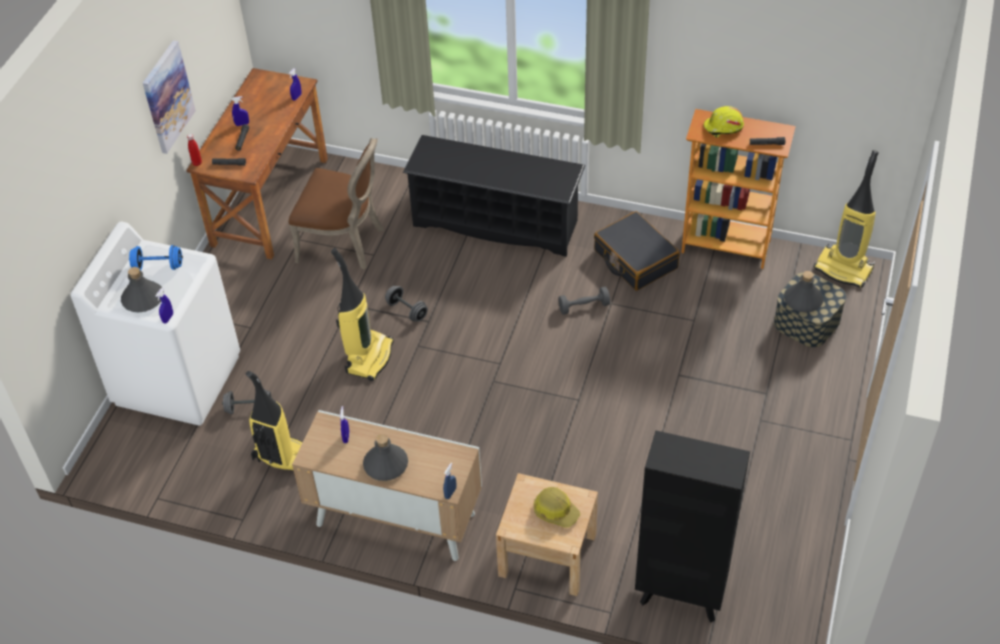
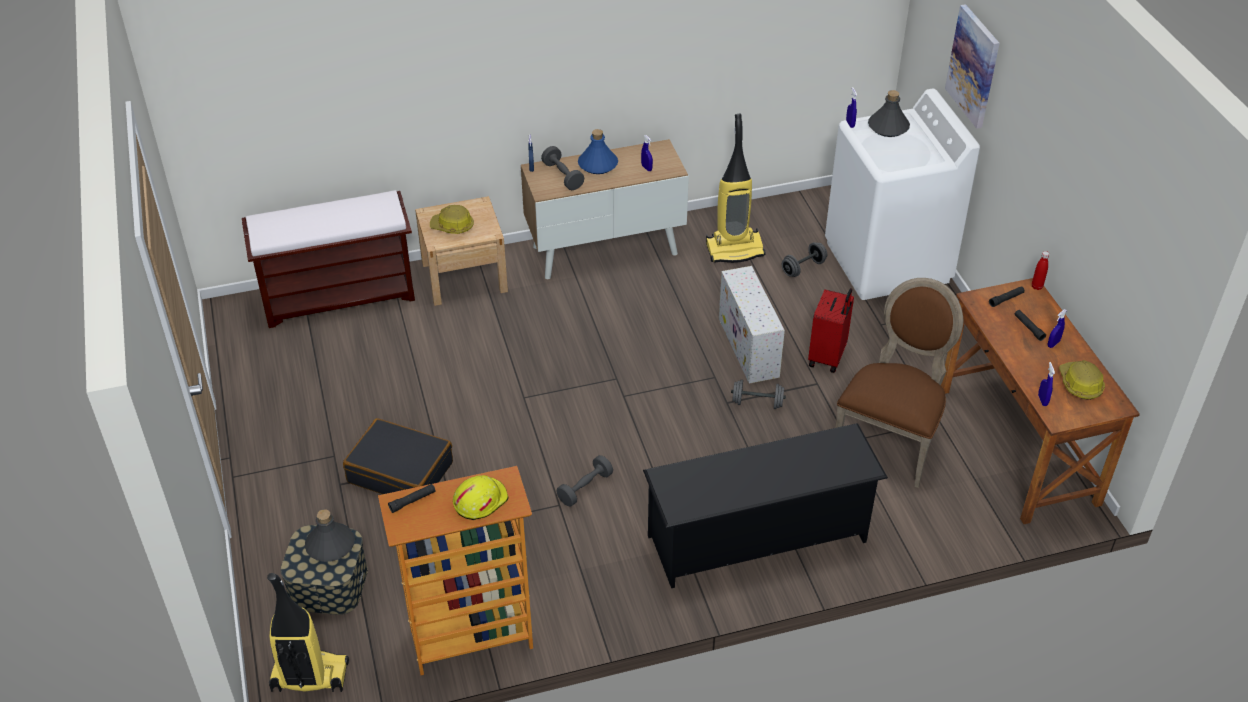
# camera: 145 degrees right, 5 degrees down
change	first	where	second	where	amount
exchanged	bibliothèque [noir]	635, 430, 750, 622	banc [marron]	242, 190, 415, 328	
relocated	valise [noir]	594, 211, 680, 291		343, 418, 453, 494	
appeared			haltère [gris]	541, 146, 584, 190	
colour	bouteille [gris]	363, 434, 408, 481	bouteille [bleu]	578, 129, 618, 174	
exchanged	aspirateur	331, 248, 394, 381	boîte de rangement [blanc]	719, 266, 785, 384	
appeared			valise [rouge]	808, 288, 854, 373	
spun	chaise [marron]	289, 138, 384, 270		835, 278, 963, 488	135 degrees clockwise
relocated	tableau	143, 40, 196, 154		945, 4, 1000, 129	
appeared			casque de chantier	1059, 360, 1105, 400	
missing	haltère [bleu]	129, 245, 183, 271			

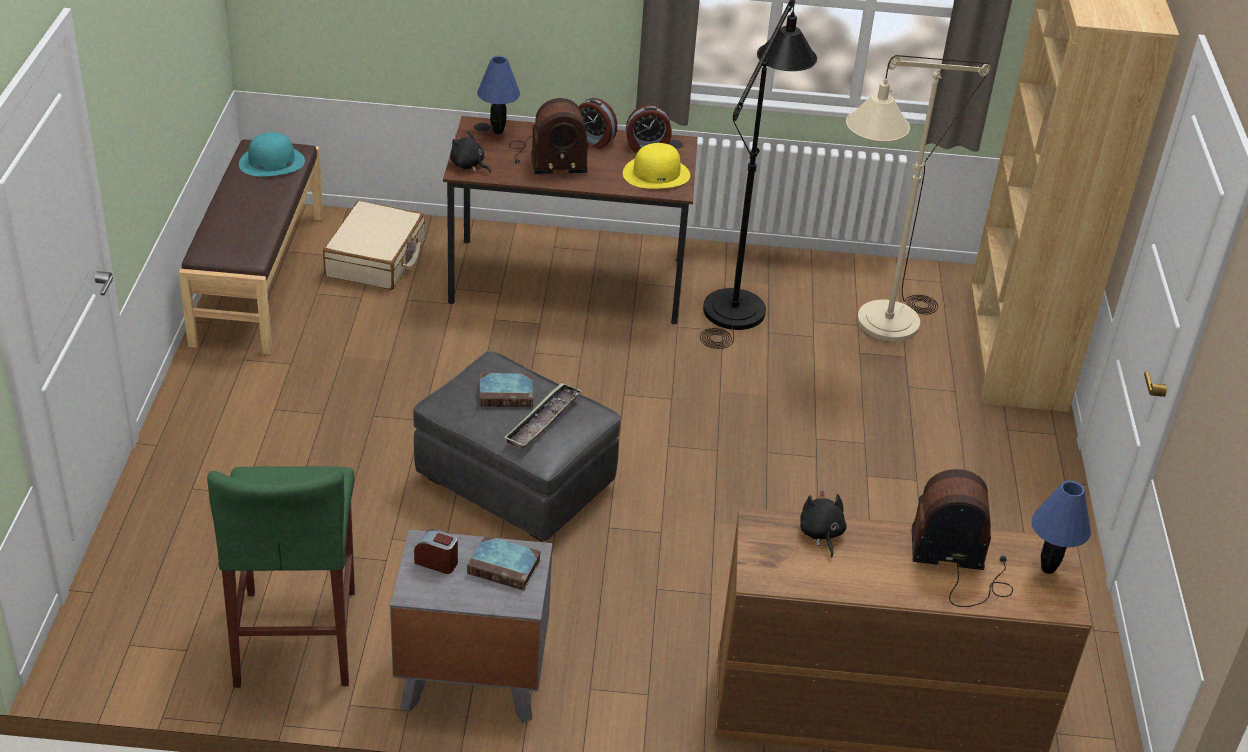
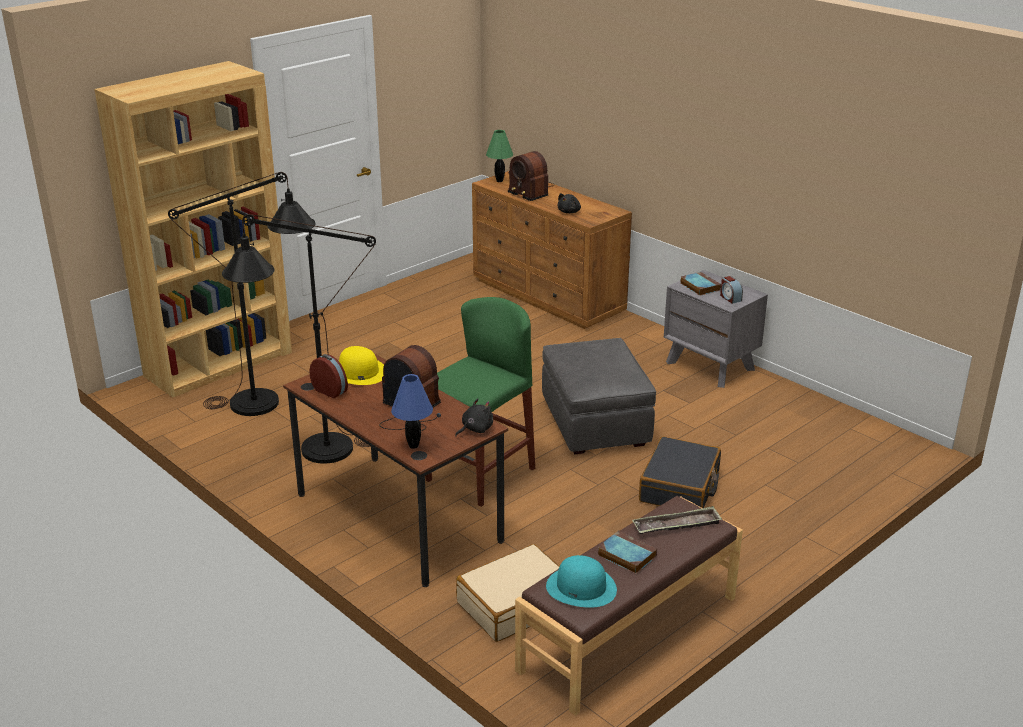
# camera: 135 degrees left, 10 degrees down
change	first	where	second	where	amount
colour	lampadaire [beige]	846, 55, 990, 342	lampadaire [noir]	168, 172, 315, 416	
relocated	tabouret [vert]	207, 467, 355, 688		426, 297, 535, 507	
spun	peluche [noir]	450, 131, 491, 173		455, 398, 493, 436	120 degrees counterclockwise
colour	lampe de table [bleu]	1031, 480, 1091, 574	lampe de table [vert]	486, 130, 513, 182	
relocated	livre	479, 373, 533, 407		598, 531, 657, 574	
relocated	plateau	504, 383, 582, 449		632, 506, 722, 534	
appeared			valise [noir]	639, 436, 721, 508	
missing	réveil	579, 98, 617, 149			

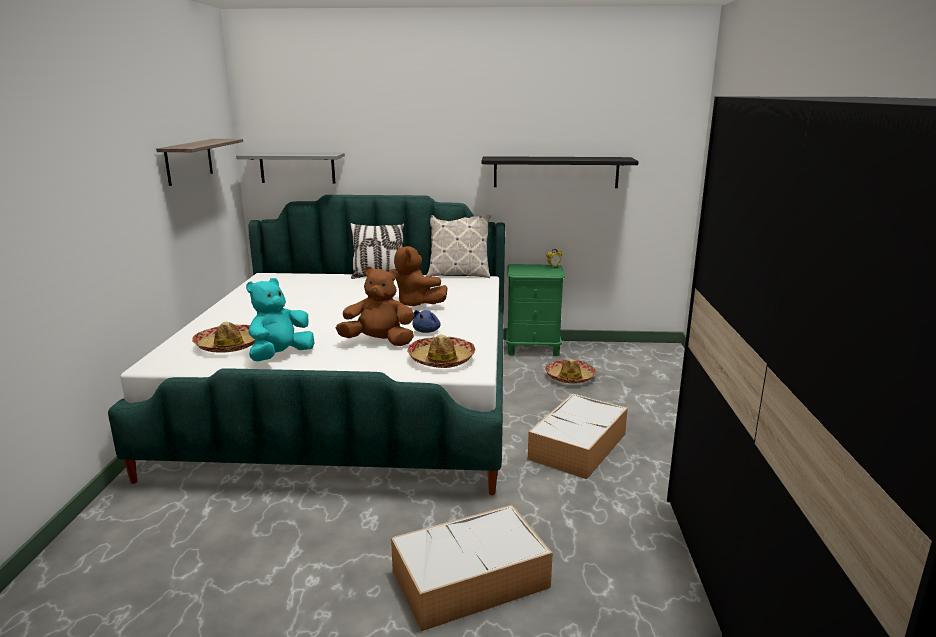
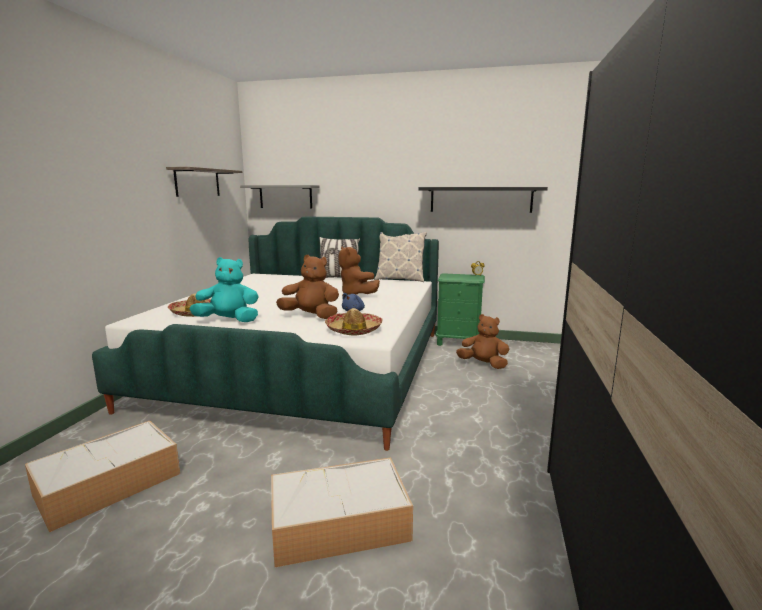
# camera: 10 degrees right, 5 degrees down
change	first	where	second	where	amount
relocated	boîte de rangement	528, 393, 628, 479		25, 420, 180, 533	
spun	peluche [turquoise]	246, 278, 314, 361		189, 257, 259, 322	45 degrees clockwise
exchanged	chapeau	545, 359, 596, 384	peluche [marron]	456, 314, 510, 369	

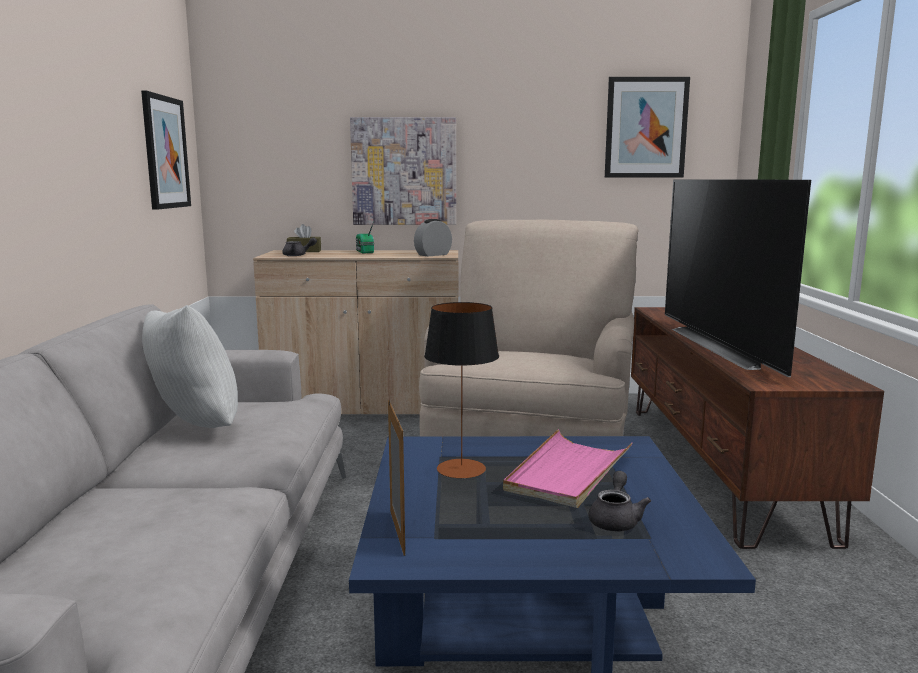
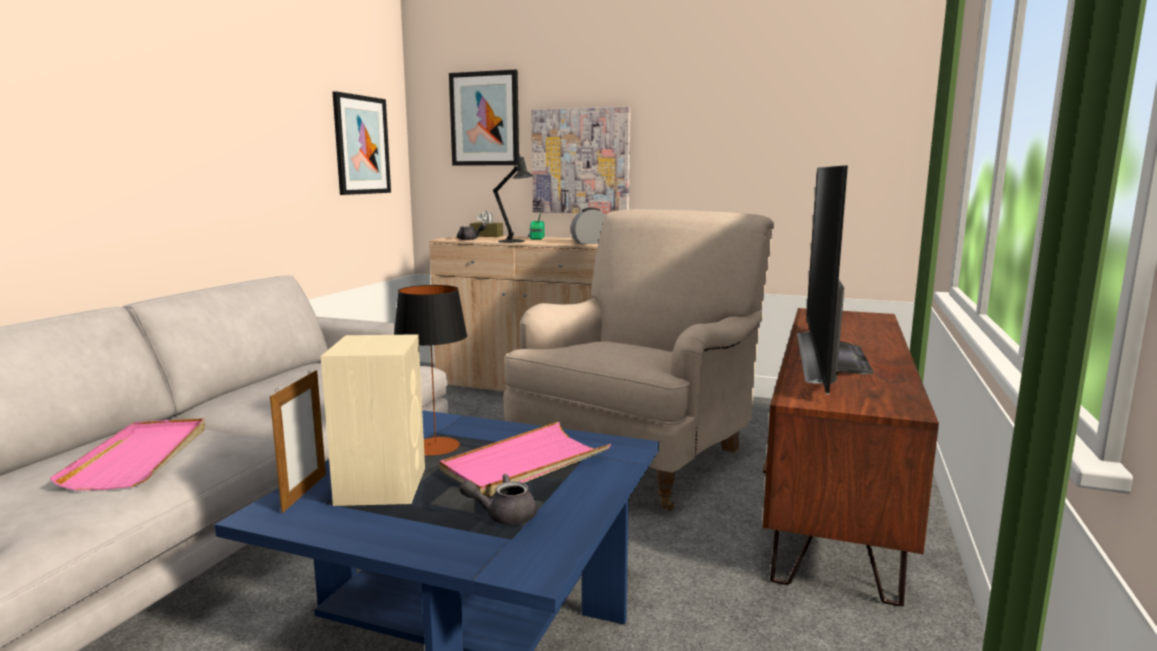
# camera: 20 degrees right, 0 degrees up
change	first	where	second	where	amount
appeared			plateau [rose]	50, 418, 205, 491	
appeared			enceinte [beige]	321, 334, 425, 506	
relocated	tableau	605, 77, 690, 178		449, 70, 519, 165	
spun	théière [gris]	588, 471, 651, 531		460, 474, 537, 525	135 degrees counterclockwise
appeared			lampe de table [noir]	493, 152, 534, 243	
missing	coussin [blanc]	142, 305, 238, 428			

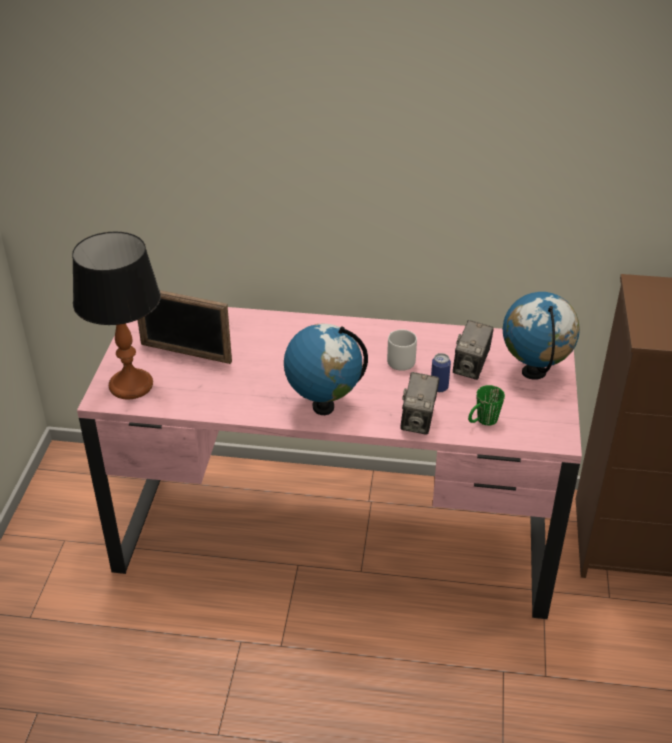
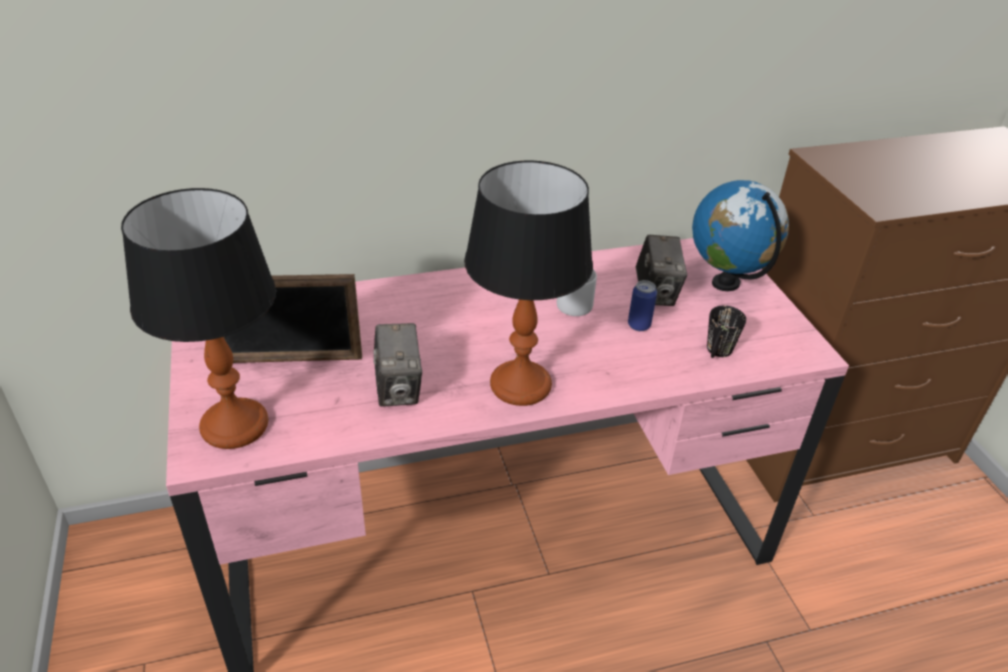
# camera: 25 degrees left, 0 degrees up
change	first	where	second	where	amount
relocated	appareil photo	400, 372, 439, 435		374, 323, 422, 407	
exchanged	globe	284, 324, 368, 415	lampe de table	464, 161, 593, 406	
colour	mug [vert]	468, 385, 505, 426	mug [noir]	707, 306, 746, 358	

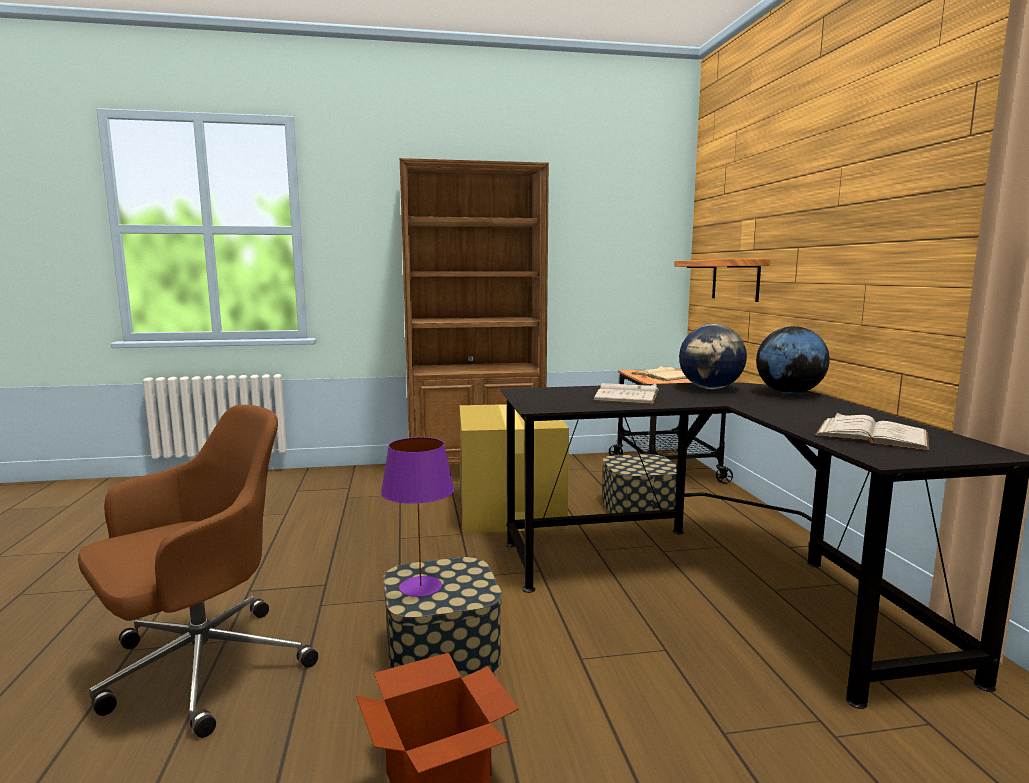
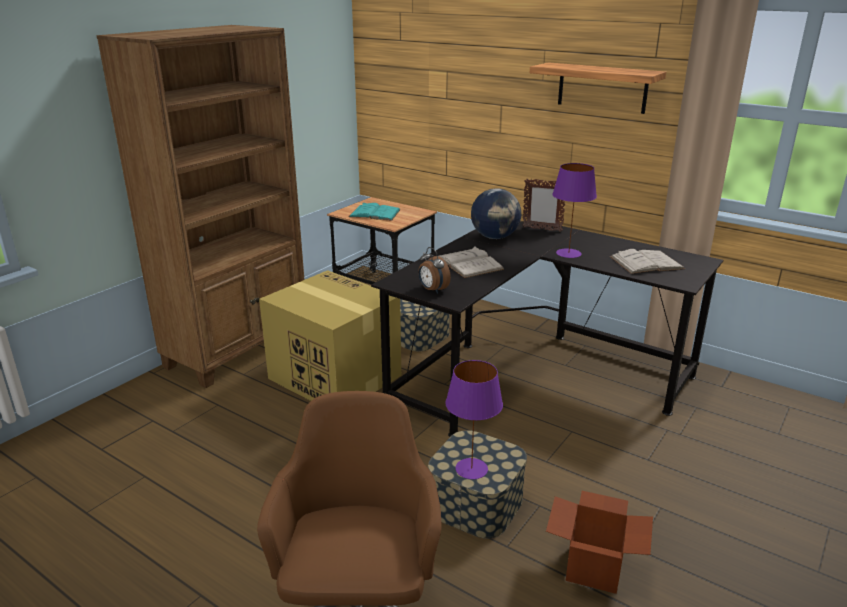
# camera: 45 degrees left, 15 degrees up
change	first	where	second	where	amount
colour	livre [beige]	631, 366, 687, 381	livre [turquoise]	349, 202, 401, 221	
appeared			réveil	418, 247, 451, 294	
exchanged	globe	756, 326, 830, 394	cadre photo	523, 179, 565, 232	
relocated	étagère	674, 259, 770, 302		530, 62, 666, 114	
appeared			lampe de table [violet]	552, 163, 597, 258	

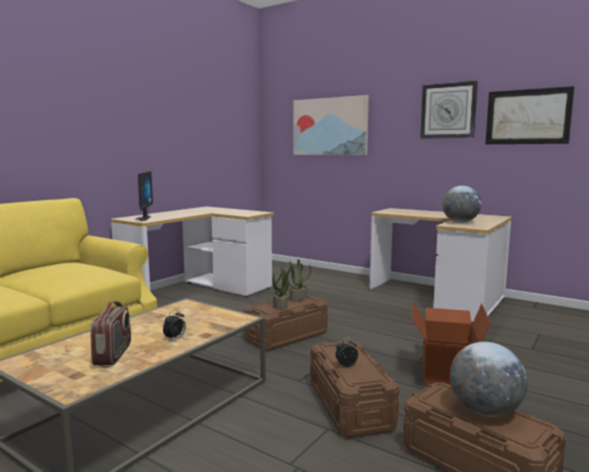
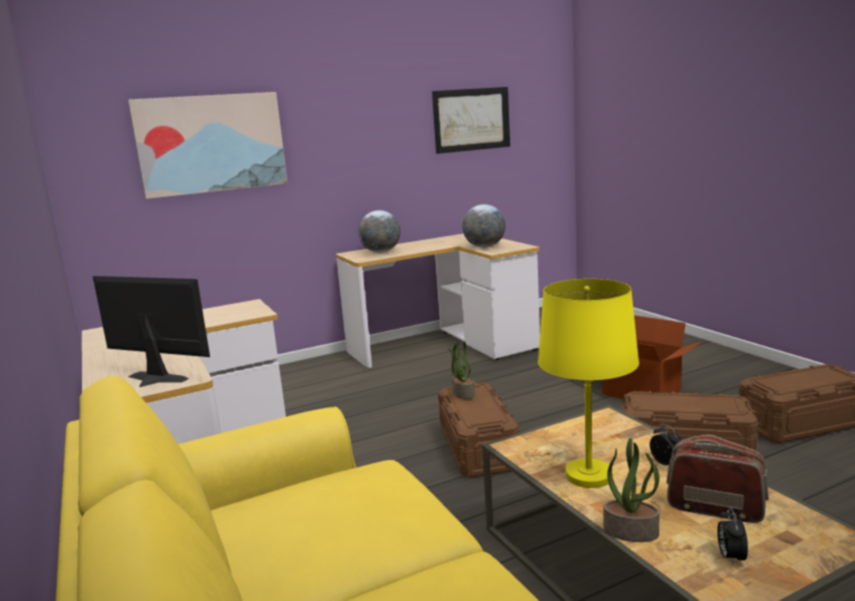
# camera: 60 degrees left, 5 degrees up
change	first	where	second	where	amount
relocated	globe	450, 342, 528, 417		358, 210, 401, 253	
appeared			lampe de table [jaune]	538, 279, 639, 488	
relocated	plante en pot	272, 266, 292, 310		603, 438, 660, 542	
relocated	réveil	336, 338, 358, 367		717, 507, 748, 566	
missing	horloge murale	420, 81, 478, 139			

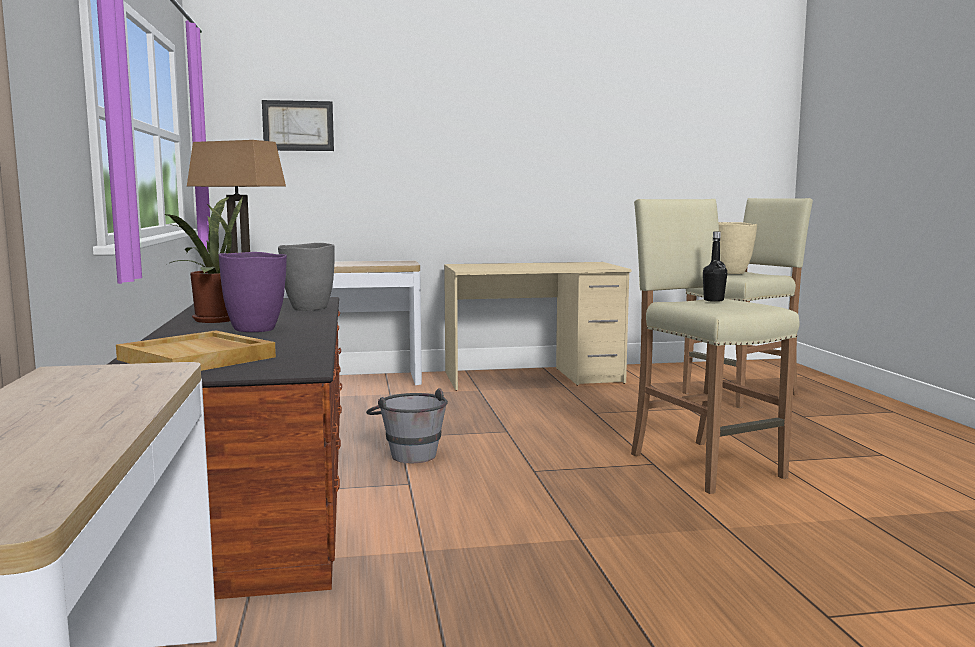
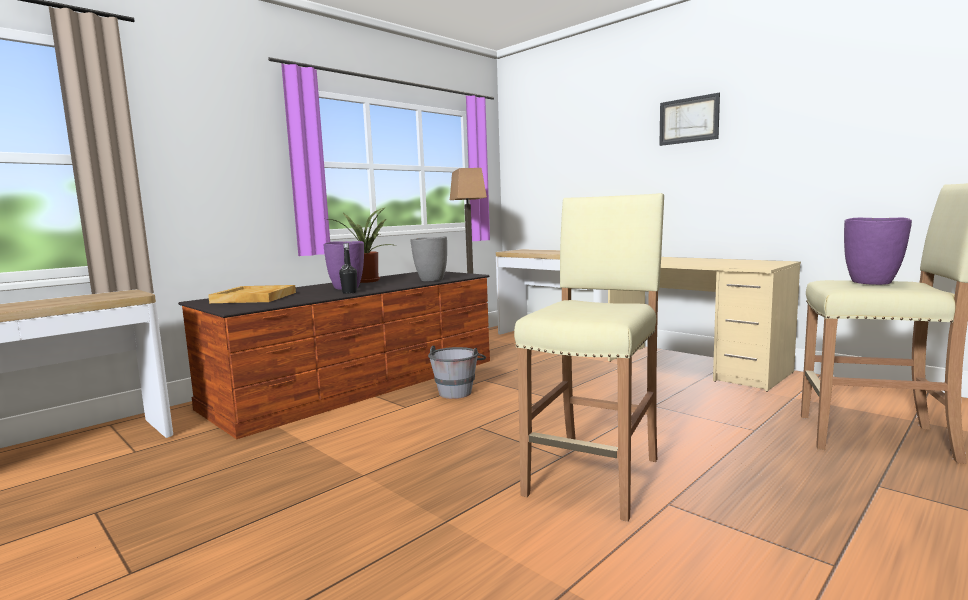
# camera: 55 degrees right, 0 degrees up
change	first	where	second	where	amount
relocated	bouteille [noir]	703, 232, 727, 302		339, 243, 357, 294	
relocated	tableau	262, 100, 334, 151		659, 93, 720, 146	
colour	vase [beige]	718, 222, 757, 274	vase [violet]	844, 218, 912, 285	

